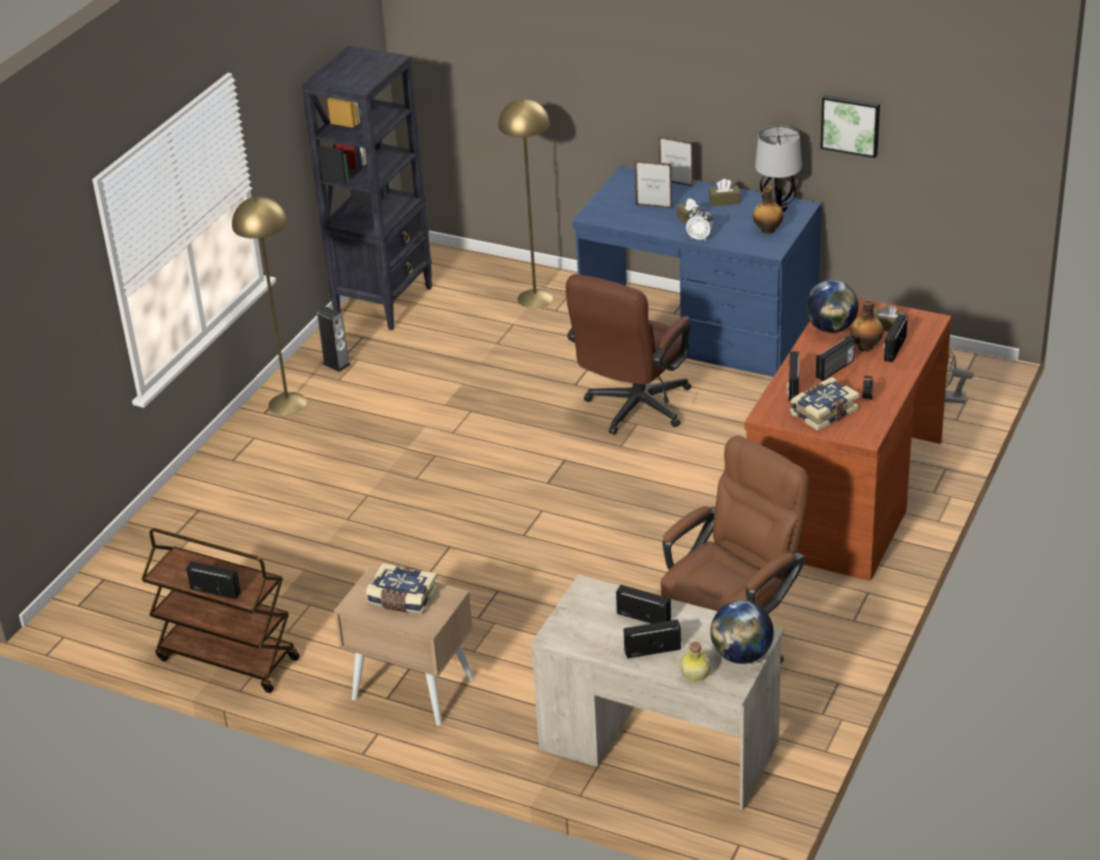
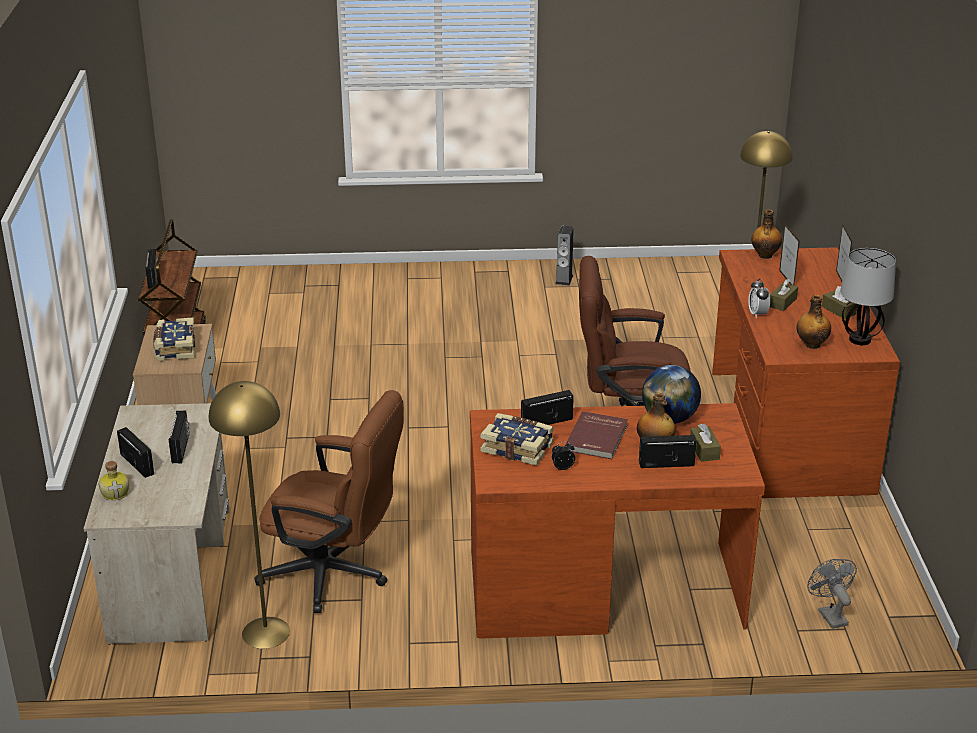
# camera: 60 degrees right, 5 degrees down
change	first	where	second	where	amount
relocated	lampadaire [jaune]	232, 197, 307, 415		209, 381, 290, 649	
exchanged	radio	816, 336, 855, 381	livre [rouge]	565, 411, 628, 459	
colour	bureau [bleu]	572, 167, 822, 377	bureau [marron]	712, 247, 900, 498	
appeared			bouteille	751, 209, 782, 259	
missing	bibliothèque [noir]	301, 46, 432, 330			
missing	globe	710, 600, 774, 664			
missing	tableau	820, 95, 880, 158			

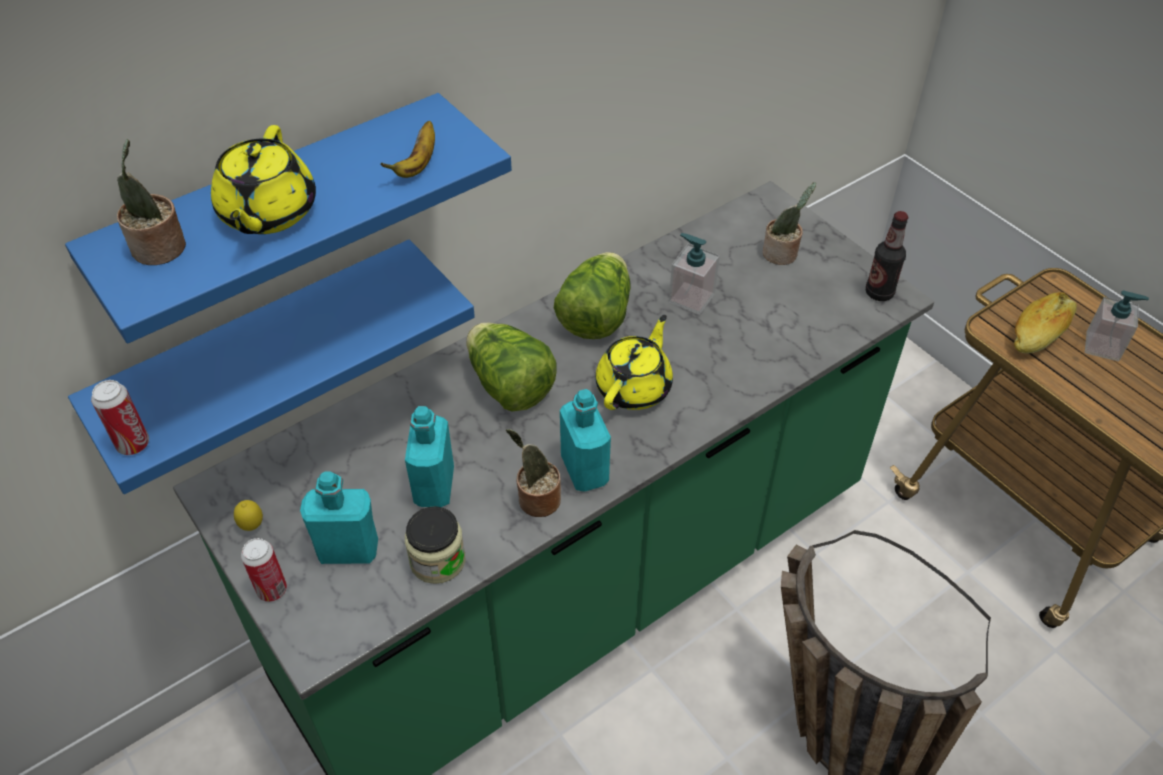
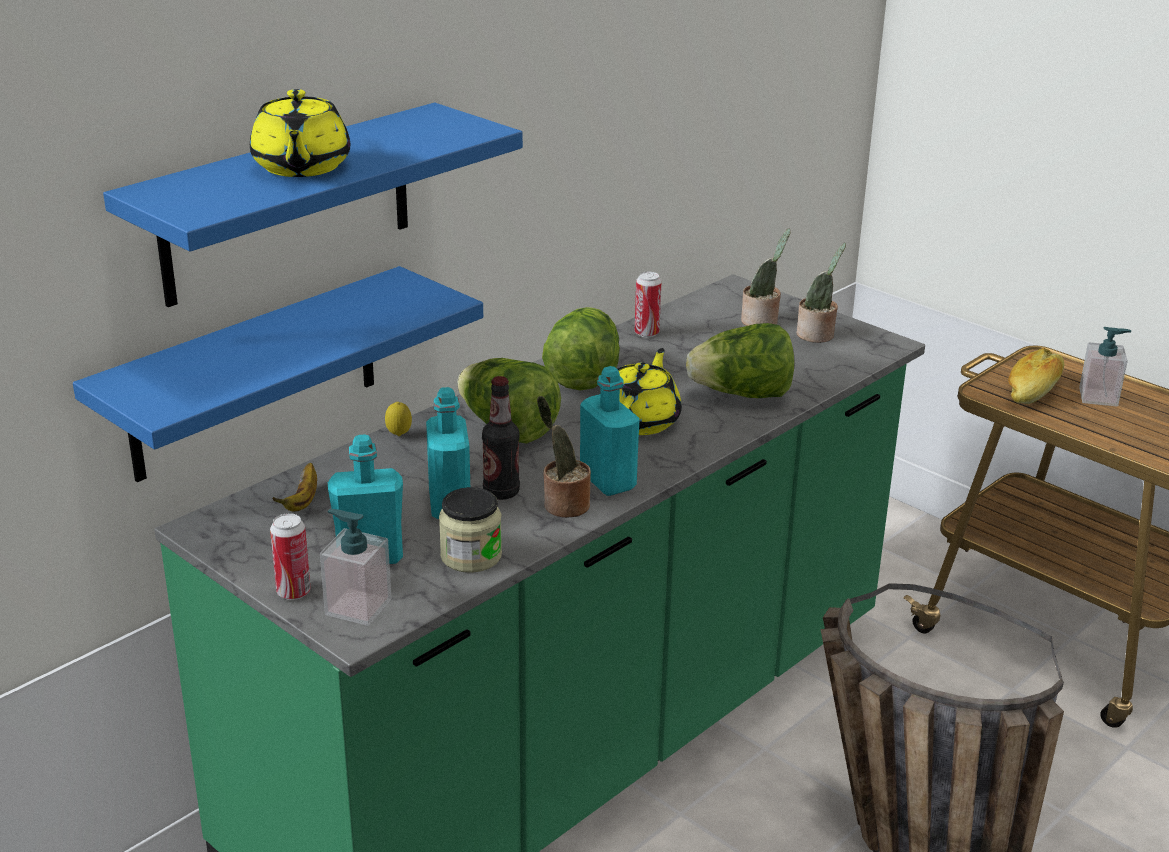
# camera: 10 degrees left, 20 degrees down
change	first	where	second	where	amount
relocated	banane	381, 121, 435, 178		272, 463, 317, 511	
relocated	distributeur de savon	669, 233, 720, 315		320, 509, 391, 626	
relocated	citron	234, 500, 263, 531		385, 402, 412, 436	
relocated	bouteille	866, 211, 908, 301		482, 376, 520, 500	
relocated	boîte métallique	91, 380, 149, 455		635, 272, 661, 337	
appeared			laitue	686, 323, 794, 398	
relocated	plante en pot	117, 139, 186, 265		797, 243, 846, 343	

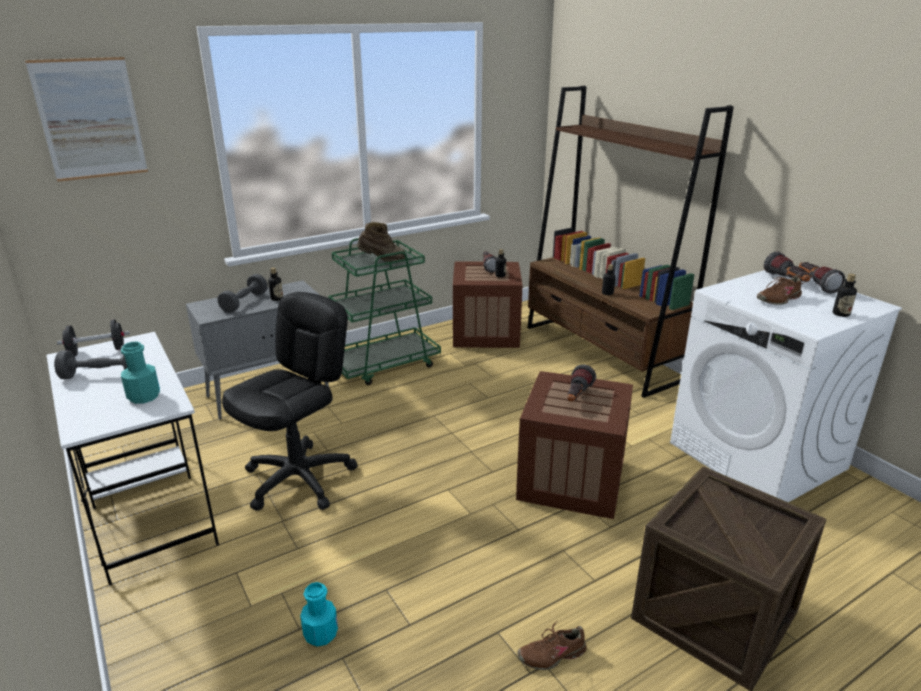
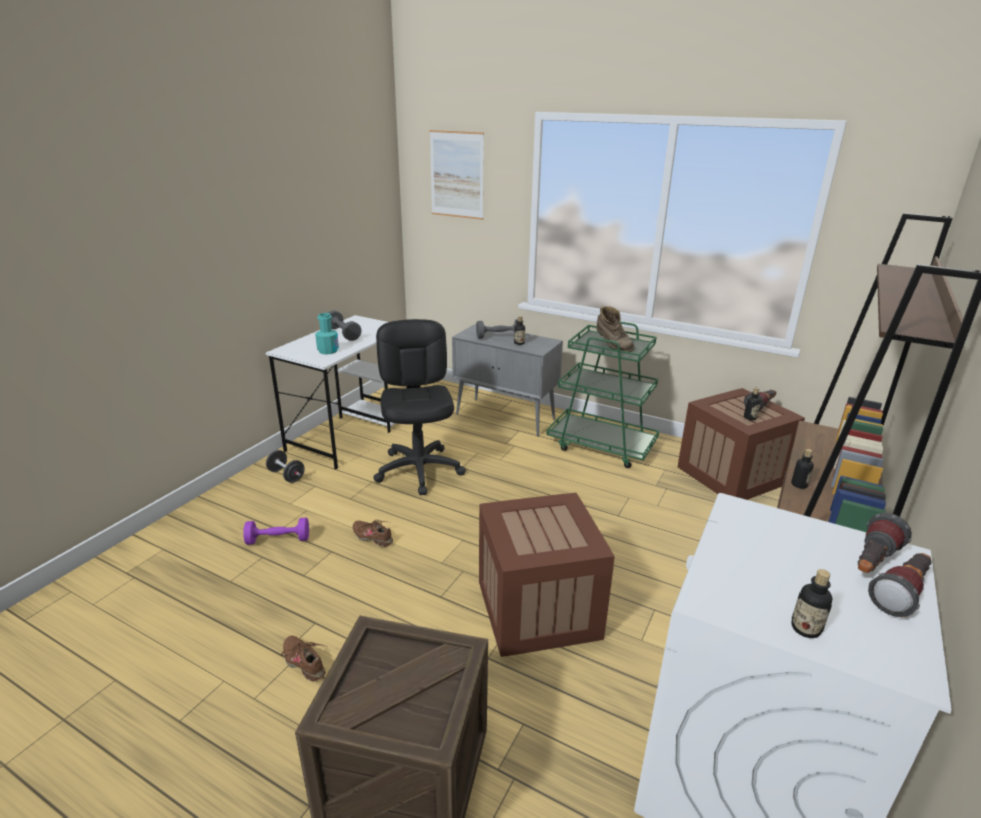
# camera: 60 degrees right, 0 degrees up
change	first	where	second	where	amount
exchanged	bouteille [turquoise]	300, 582, 338, 647	haltère [violet]	243, 517, 309, 545	
relocated	haltère [noir]	57, 319, 130, 356		266, 450, 305, 483	
relocated	chaussure [marron]	757, 274, 805, 305		353, 520, 393, 547	
spun	chaise de bureau [noir]	222, 292, 358, 511		373, 319, 466, 495	105 degrees counterclockwise
missing	lampe de poche	567, 364, 596, 402			

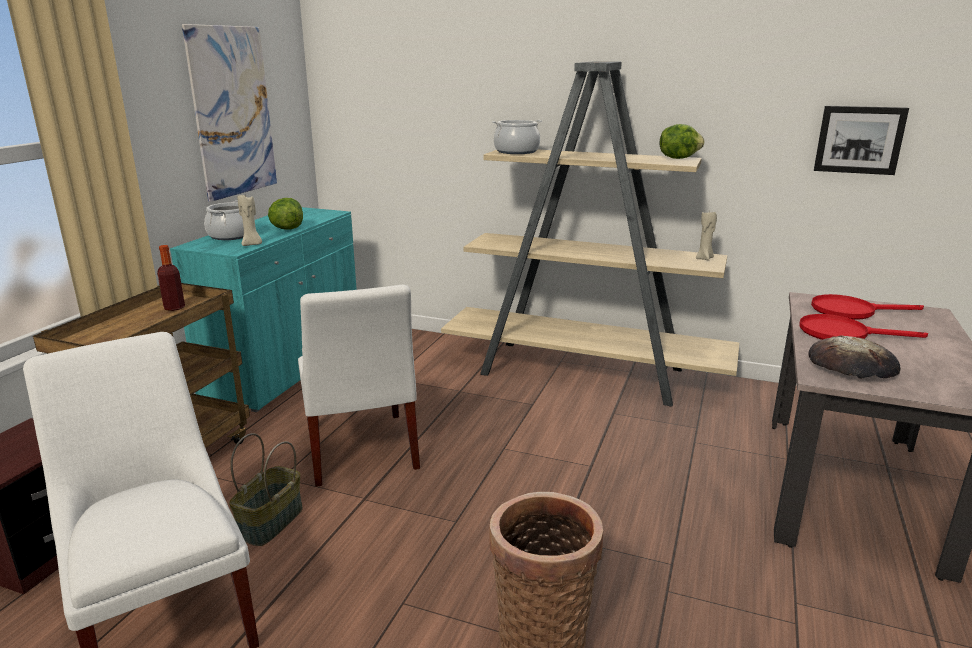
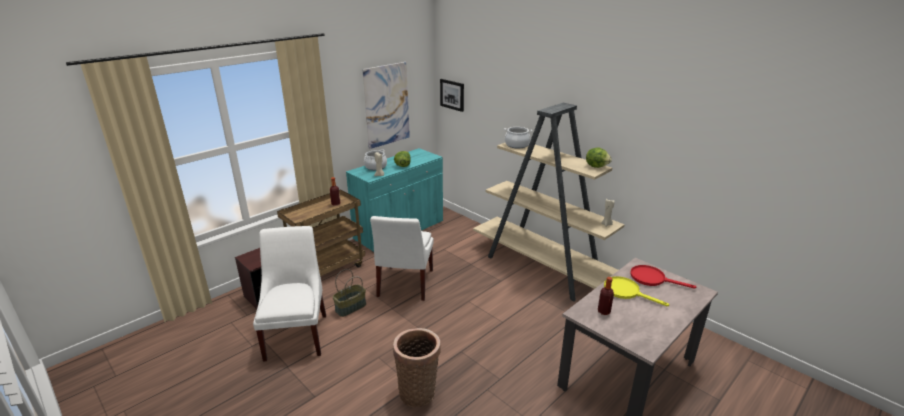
# camera: 25 degrees right, 5 degrees up
change	first	where	second	where	amount
relocated	tableau	814, 106, 909, 175		440, 79, 464, 112	
exchanged	pain	808, 335, 901, 379	bouteille	598, 277, 614, 315	
colour	poêle [rouge]	800, 314, 928, 340	poêle [jaune]	604, 276, 669, 306	

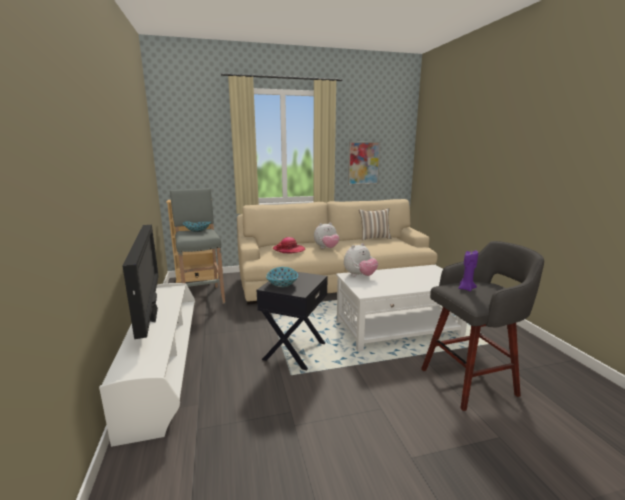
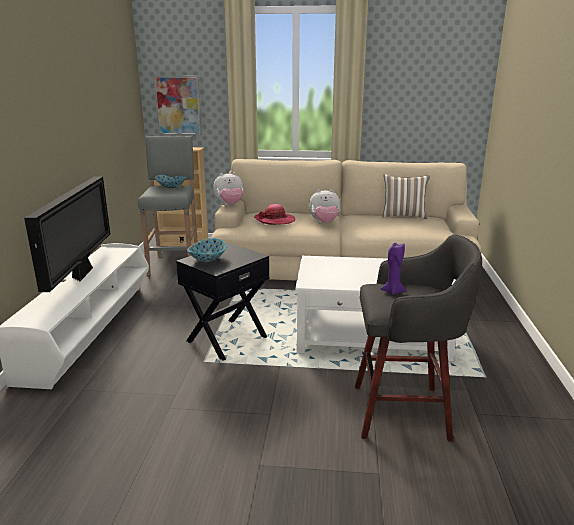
# camera: 20 degrees right, 5 degrees up
change	first	where	second	where	amount
relocated	tableau	348, 142, 380, 185		154, 76, 202, 135	
relocated	peluche	344, 243, 378, 276		213, 172, 243, 205	

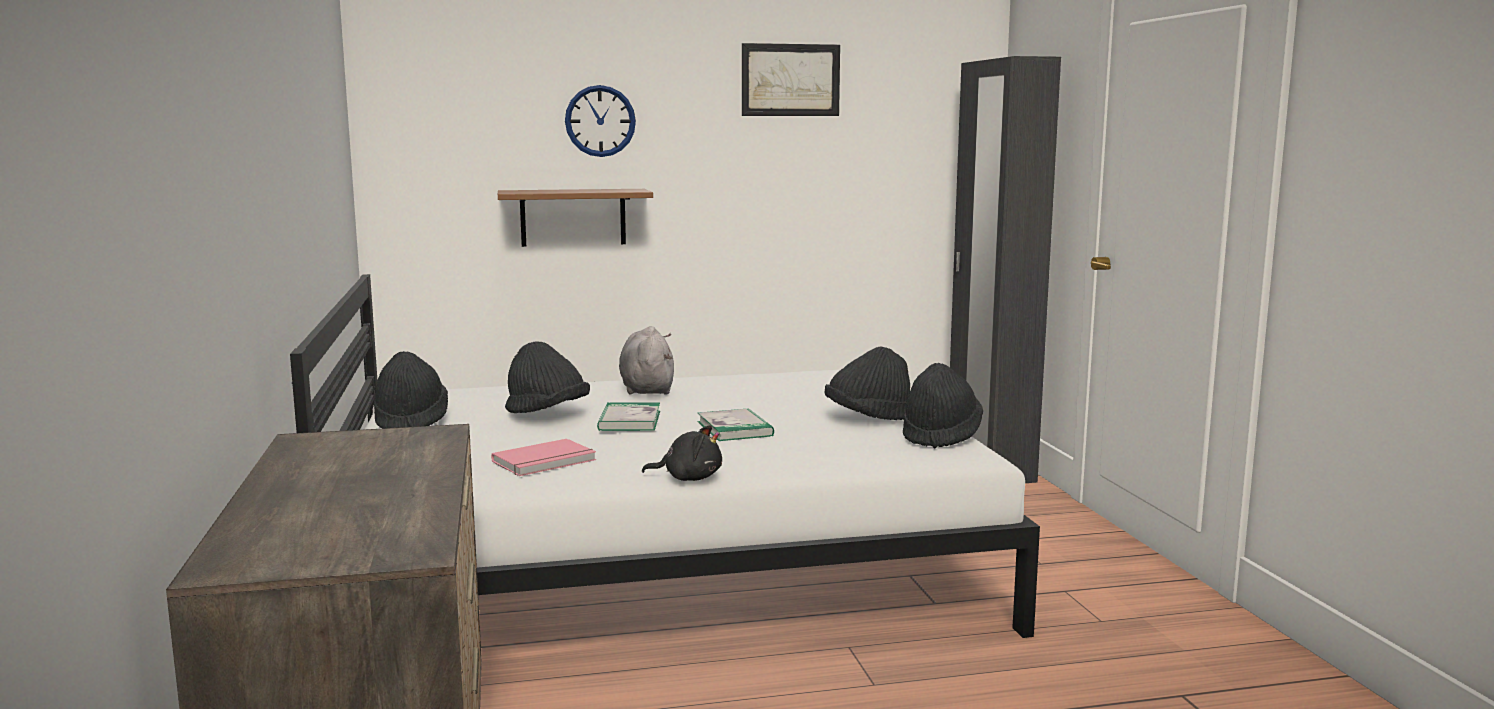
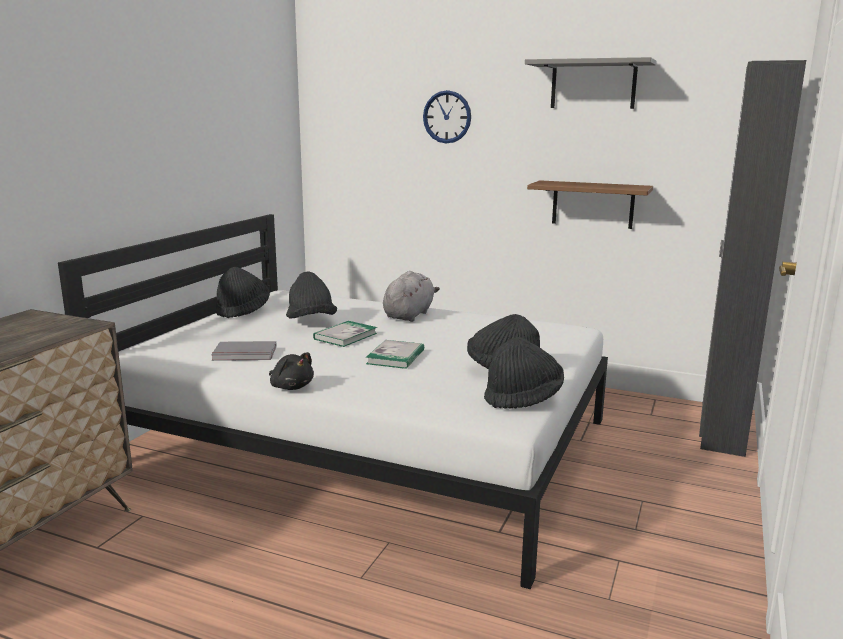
# camera: 35 degrees right, 5 degrees up
change	first	where	second	where	amount
colour	livre [rose]	491, 439, 596, 476	livre [gris]	211, 341, 277, 361	
exchanged	tableau	742, 43, 840, 116	étagère [gris]	525, 57, 656, 109	
relocated	étagère [marron]	498, 189, 653, 247		527, 180, 653, 229	

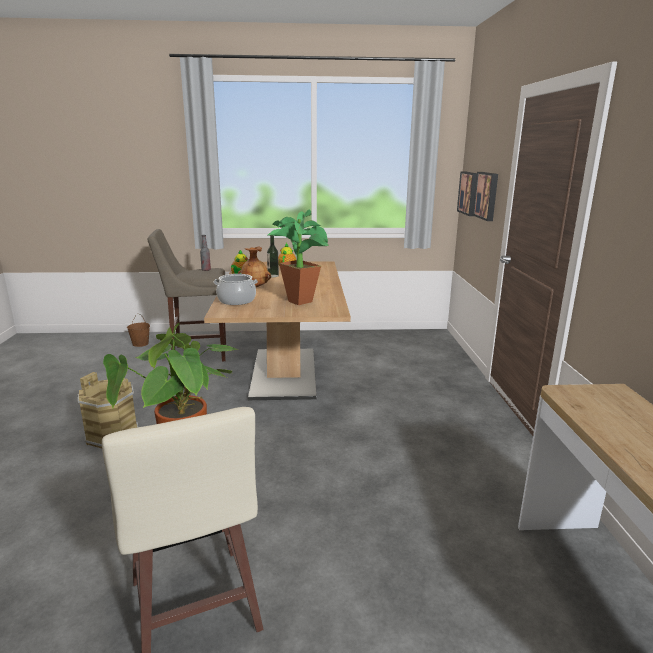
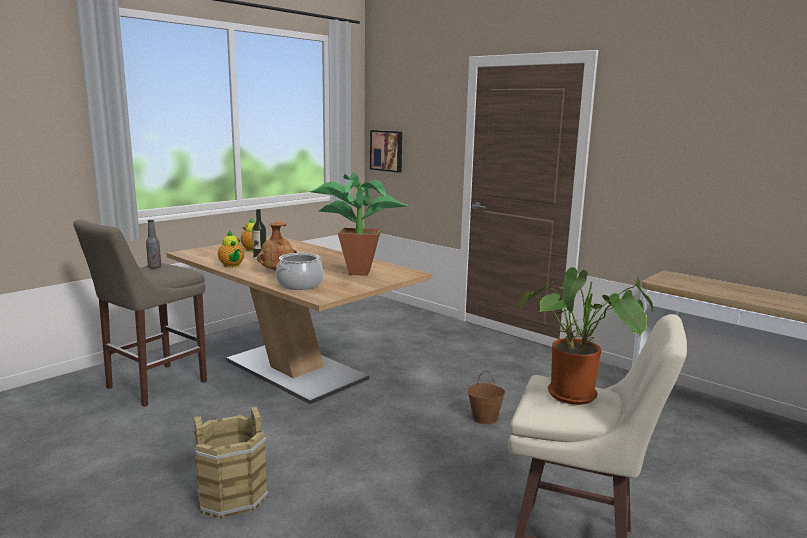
# camera: 45 degrees left, 5 degrees down
change	first	where	second	where	amount
relocated	seau [marron]	127, 313, 150, 347		468, 371, 505, 424	
missing	tableau	473, 172, 498, 221			

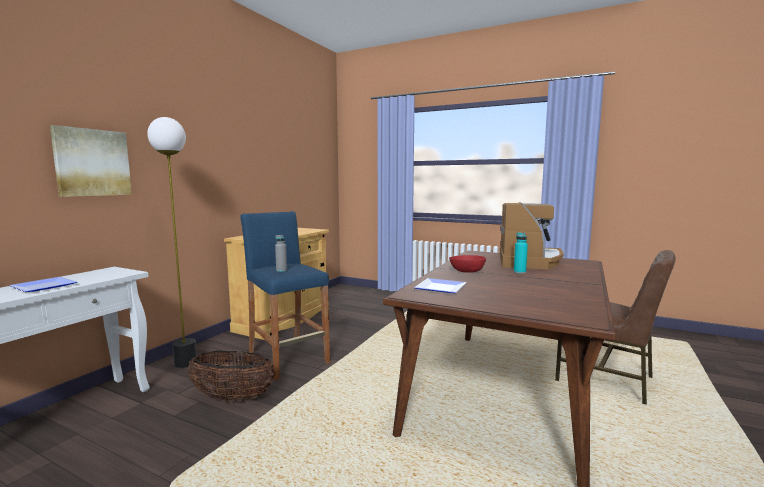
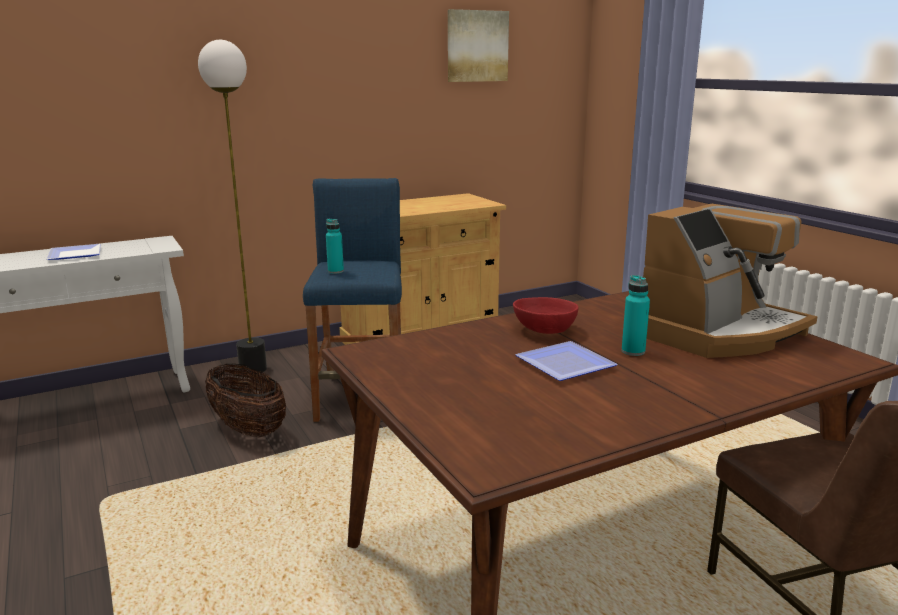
# camera: 35 degrees right, 10 degrees up
change	first	where	second	where	amount
colour	bouteille [gris]	275, 235, 287, 272	bouteille [turquoise]	326, 219, 344, 274	
relocated	tableau	50, 125, 132, 197		448, 9, 509, 82	
relocated	assiette	414, 278, 466, 293		515, 341, 618, 381	

